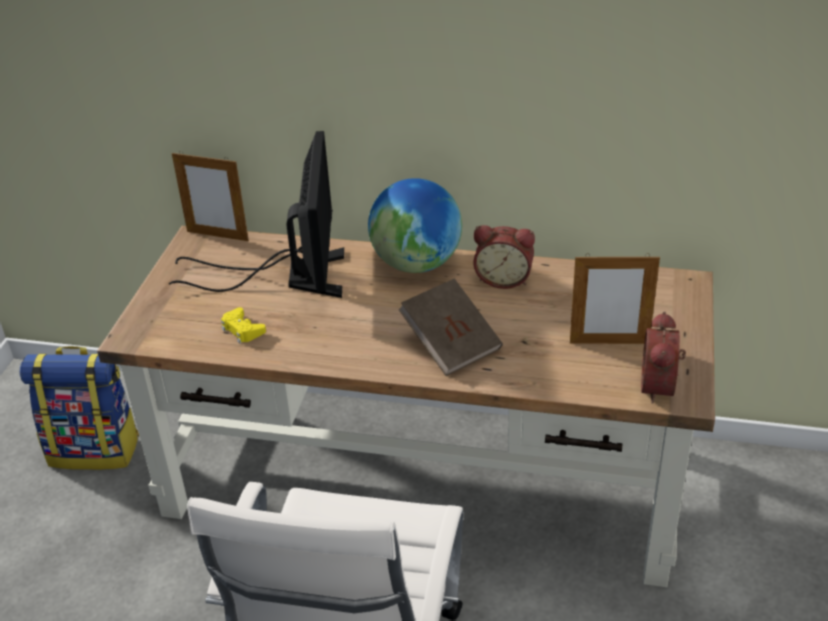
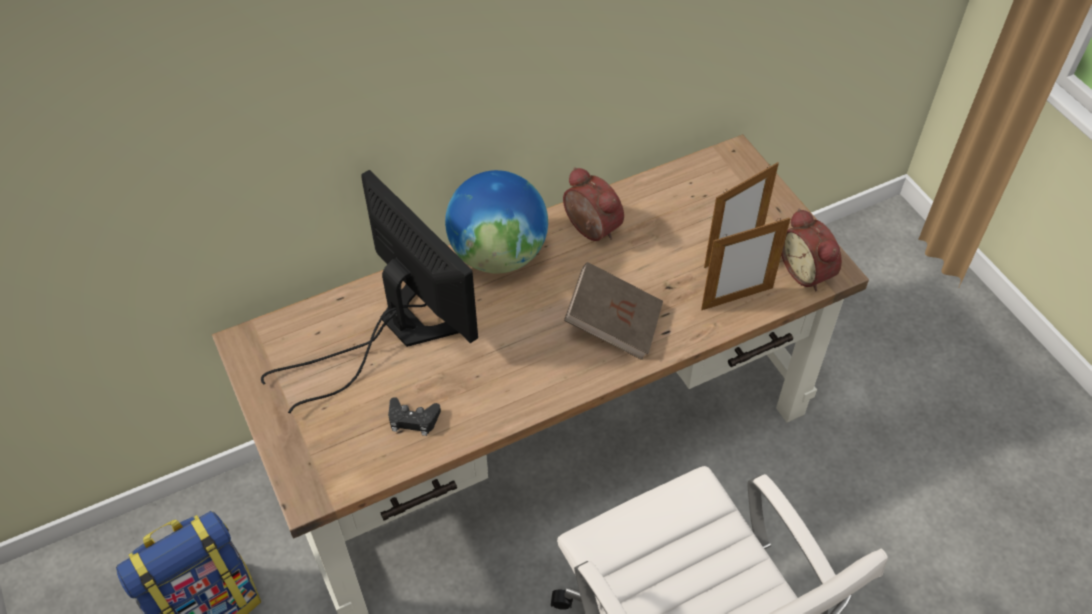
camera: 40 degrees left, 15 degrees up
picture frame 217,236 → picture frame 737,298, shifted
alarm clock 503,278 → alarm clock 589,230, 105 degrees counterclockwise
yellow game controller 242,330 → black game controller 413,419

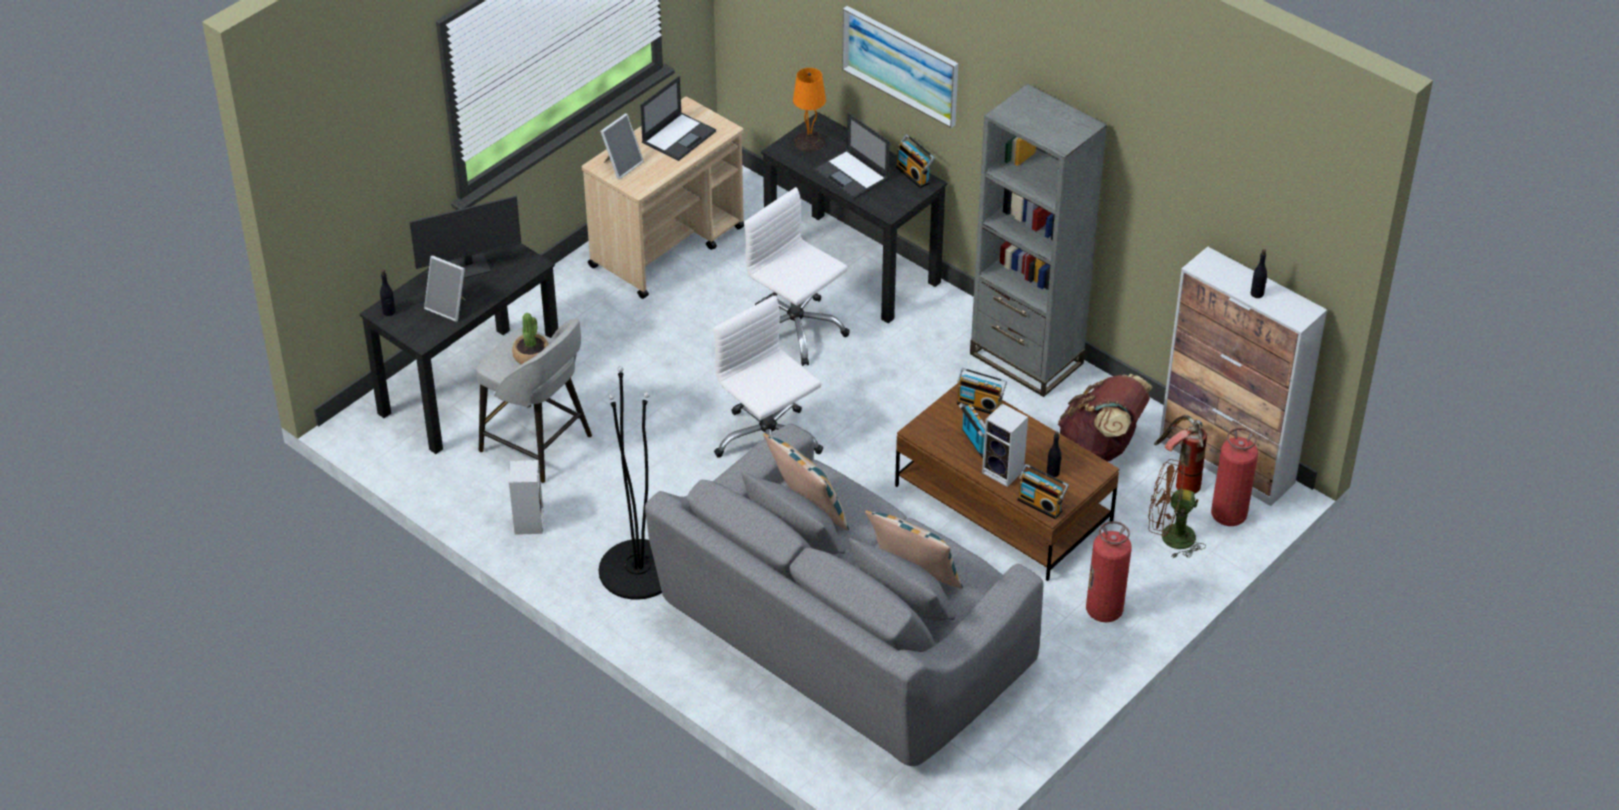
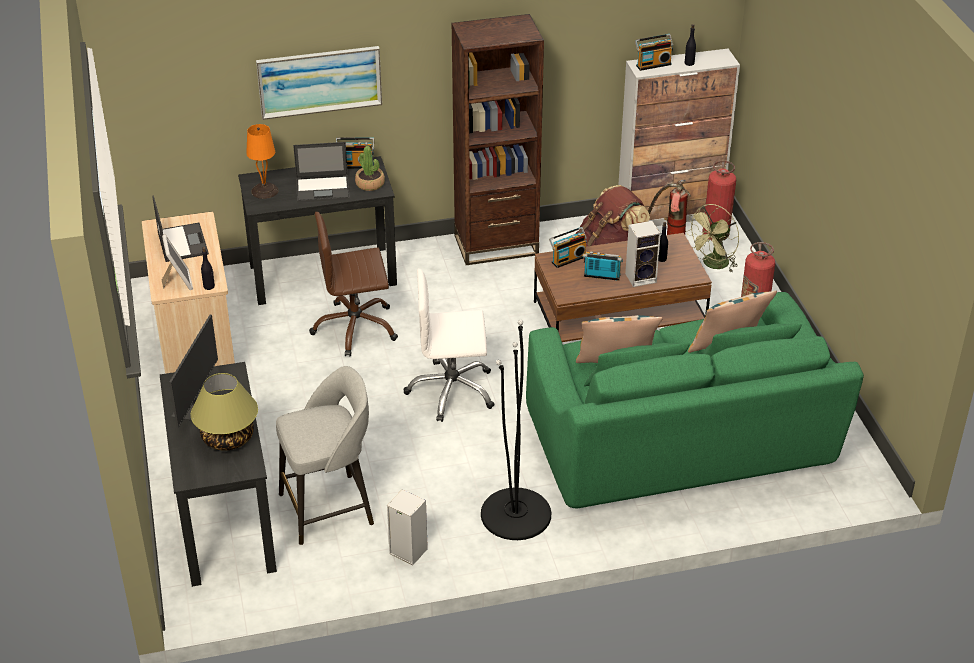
camera: 55 degrees left, 5 degrees down
grey bookcase 1026,359 → brown bookcase 496,245
white office chair 794,330 → brown office chair 355,328
picture frame 448,307 → table lamp 228,438
black bottle 389,312 → black bottle 209,286, shifted
potted plant 531,356 → potted plant 370,184, shifted
grey sofa 843,640 → green sofa 679,444
brown fan 1169,537 → green fan 713,265
radio 1041,504 → radio 653,64, shifted

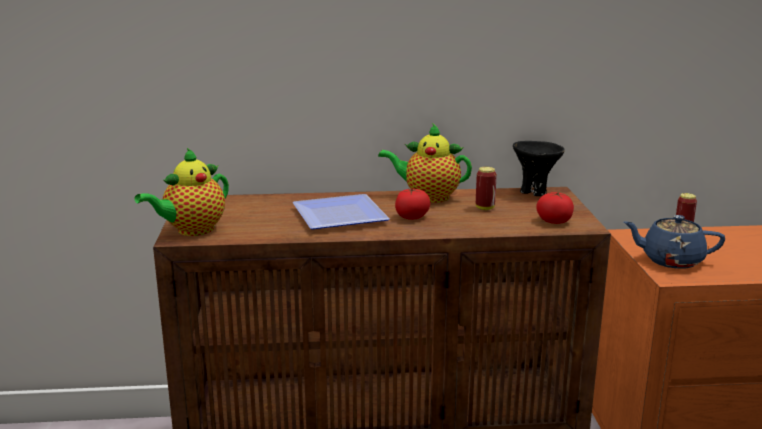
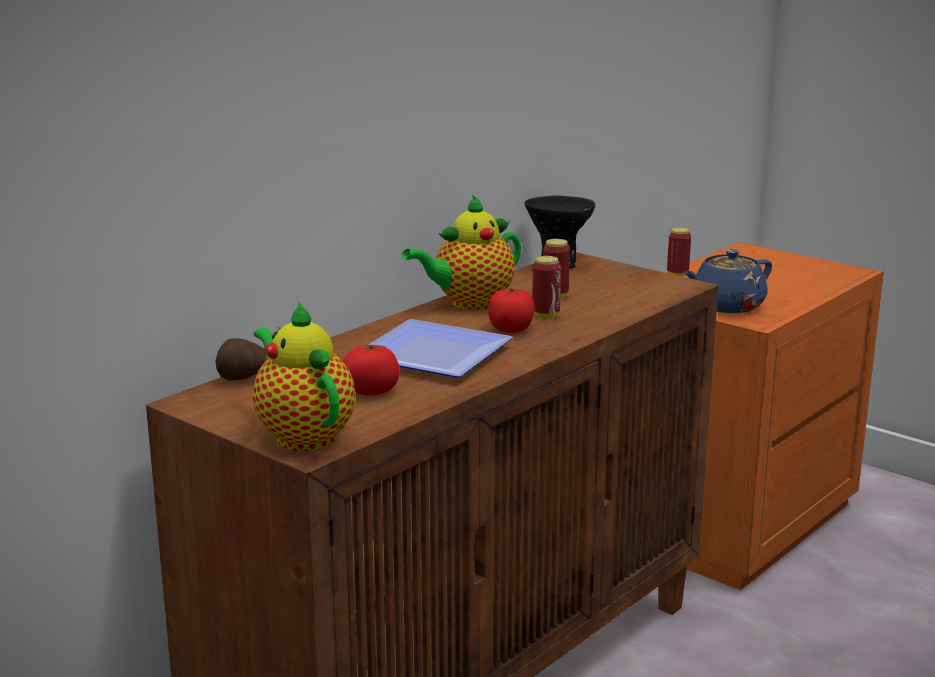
camera: 45 degrees left, 0 degrees up
teapot 191,230 → teapot 302,435, 150 degrees clockwise
tomato 554,221 → tomato 371,391, shifted
- → can 545,315
- → potato 243,378

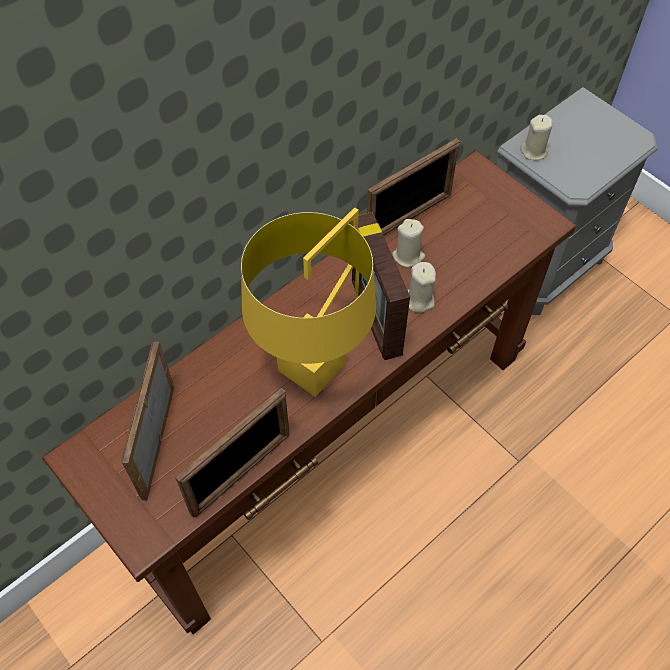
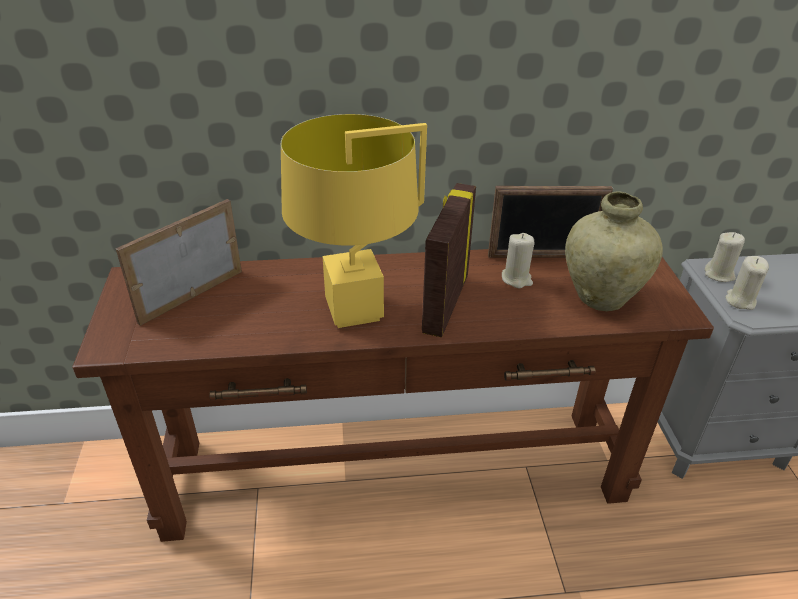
camera: 35 degrees right, 20 degrees down
beige candle 418,300 → beige candle 740,301, shifted
picture frame 241,473 → -
- → beige vase 601,297

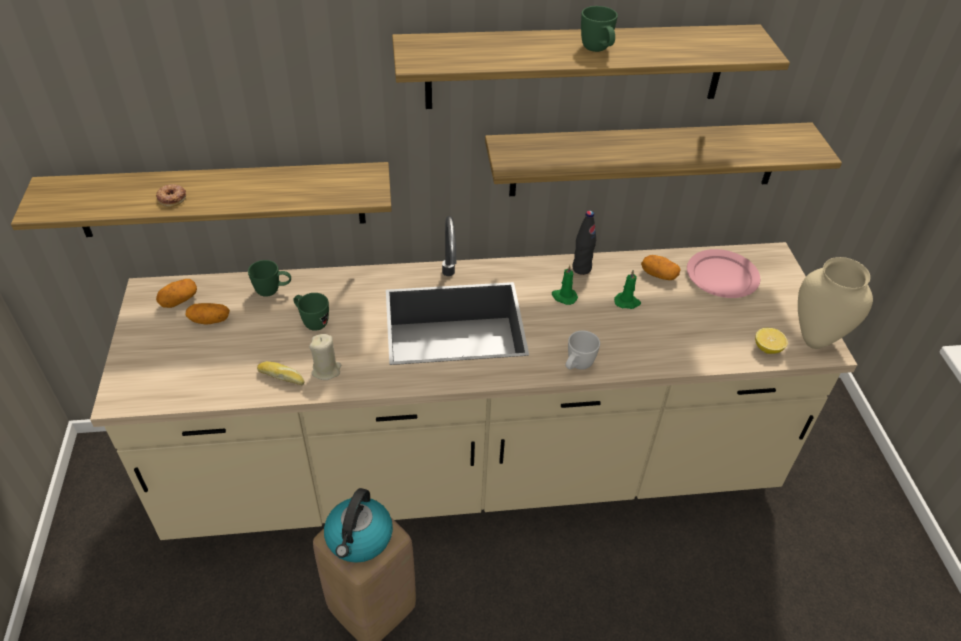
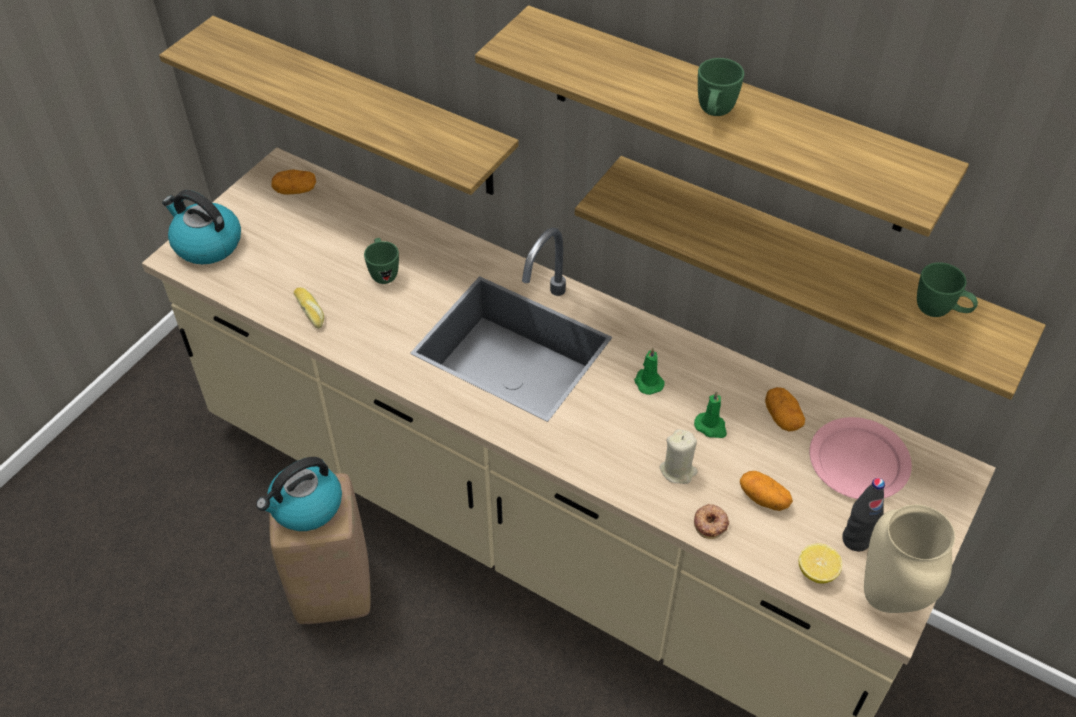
camera: 40 degrees right, 5 degrees up
donut 172,198 → donut 710,523, shifted
black bottle 581,268 → black bottle 856,540, shifted
green mug 273,291 → green mug 940,312, shifted
potato 210,320 → potato 763,498, shifted
white mug 577,366 → -
beige candle 326,370 → beige candle 678,470, shifted
- → kettle 206,244

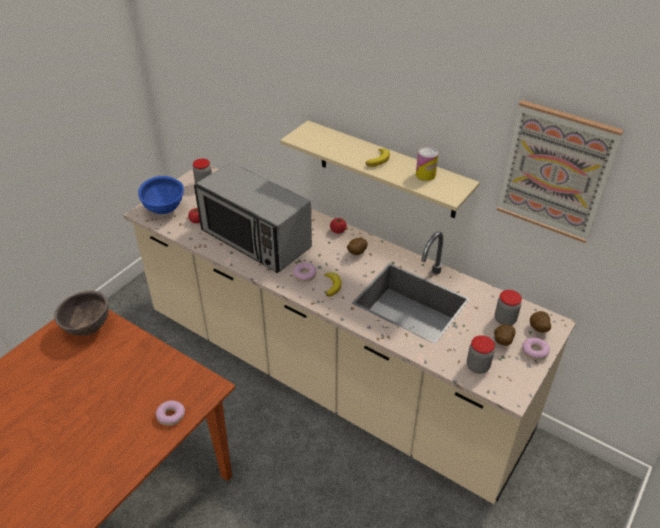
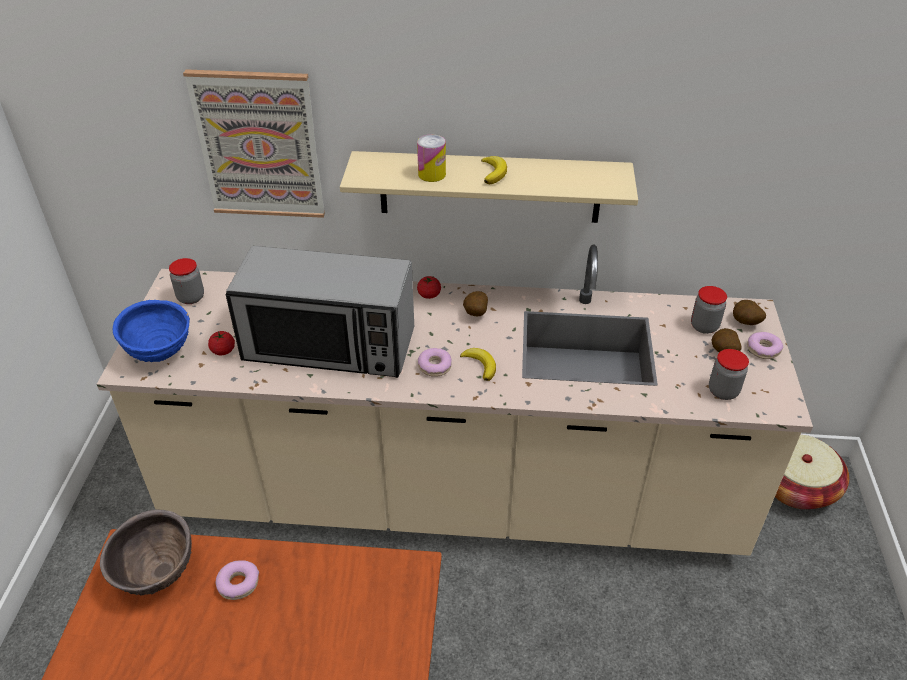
camera: 30 degrees left, 0 degrees up
picture 555,172 → picture 259,145, shifted
can 425,175 → can 432,174, shifted
donut 171,416 → donut 238,584, shifted
- → basket 795,486

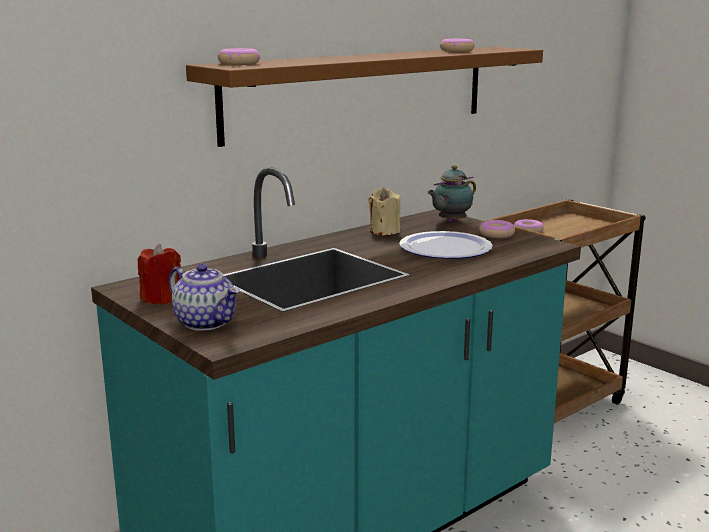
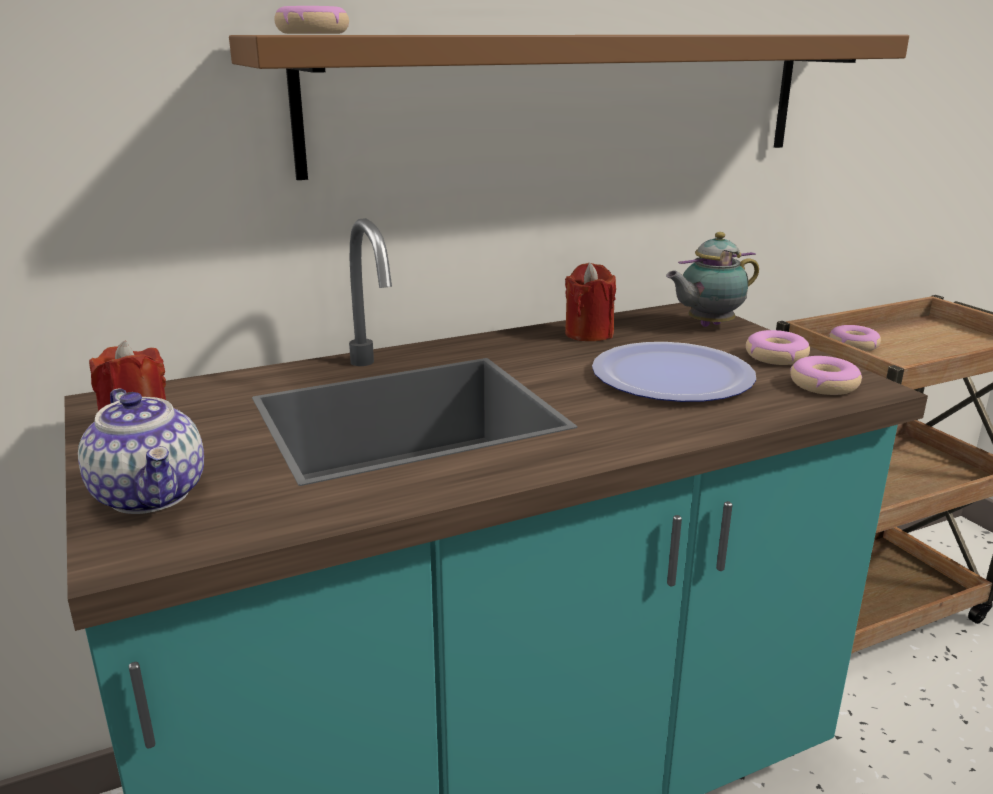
camera: 15 degrees right, 5 degrees up
donut 457,51 → donut 824,385, shifted
beige candle 384,231 → red candle 589,334

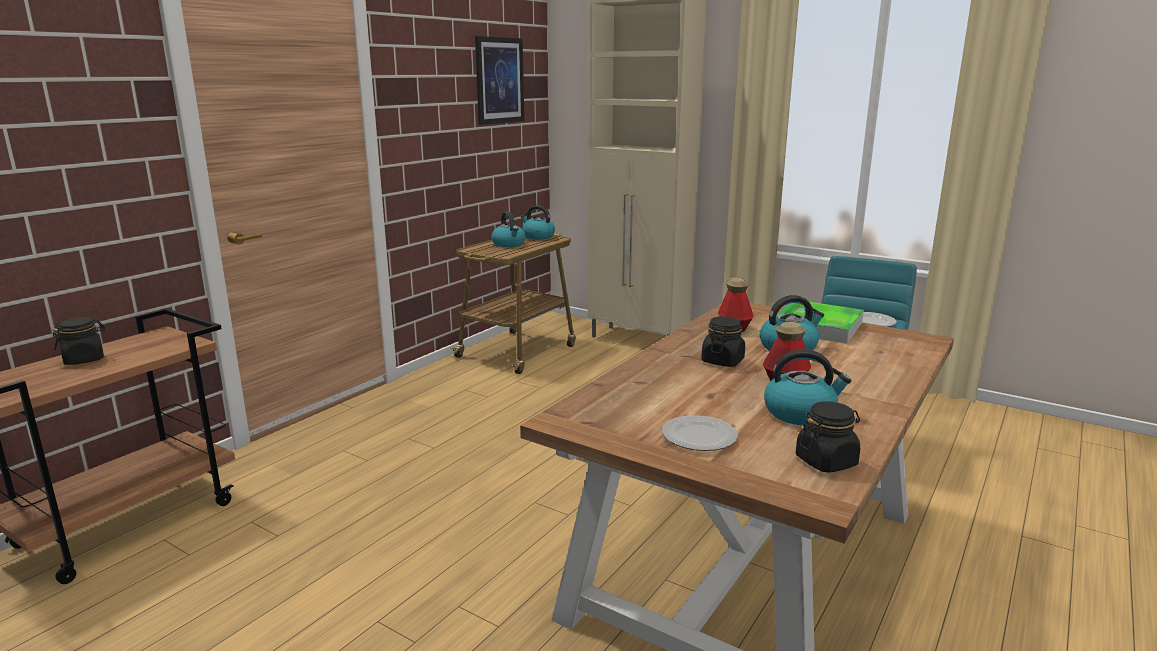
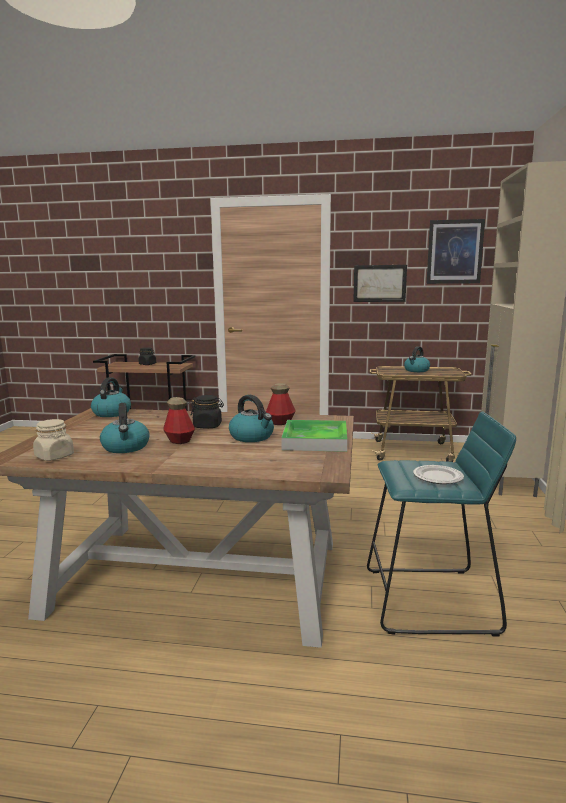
camera: 65 degrees right, 5 degrees down
kettle 538,236 → kettle 112,413, shifted
black jar 826,461 → beige jar 54,456
plate 700,437 → -
- → picture 379,283

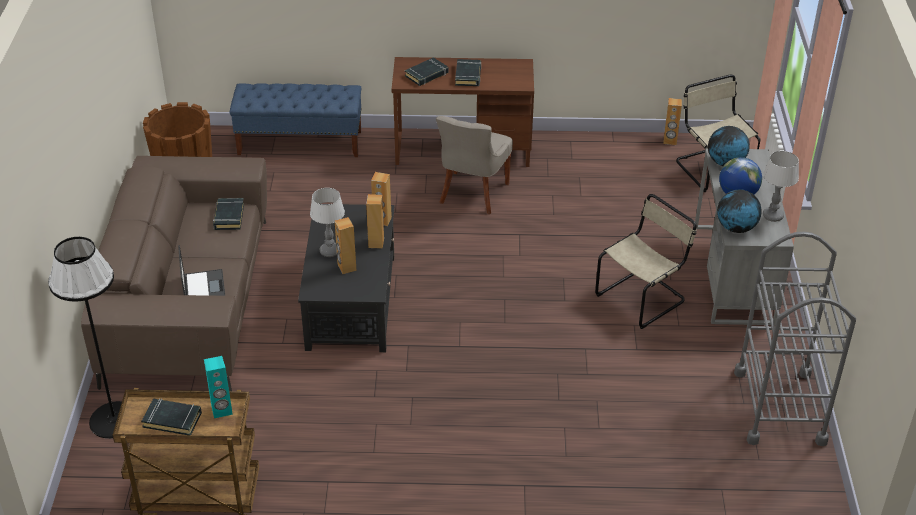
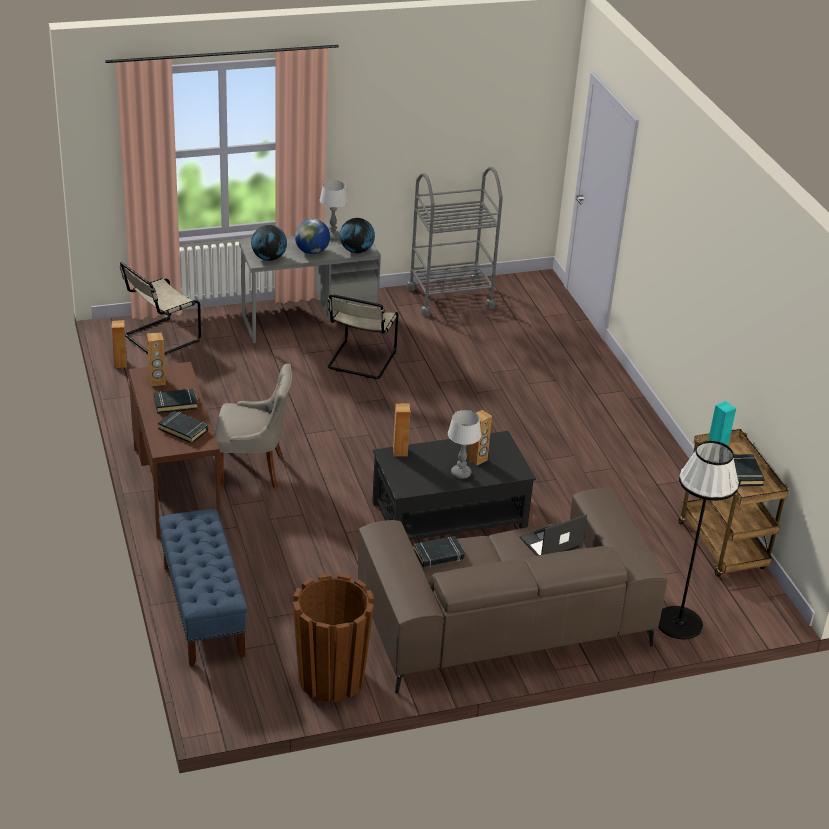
camera: 110 degrees left, 5 degrees down
brown speaker 376,243 → brown speaker 157,381, shifted
beige chair 642,297 → beige chair 360,361, 105 degrees counterclockwise

